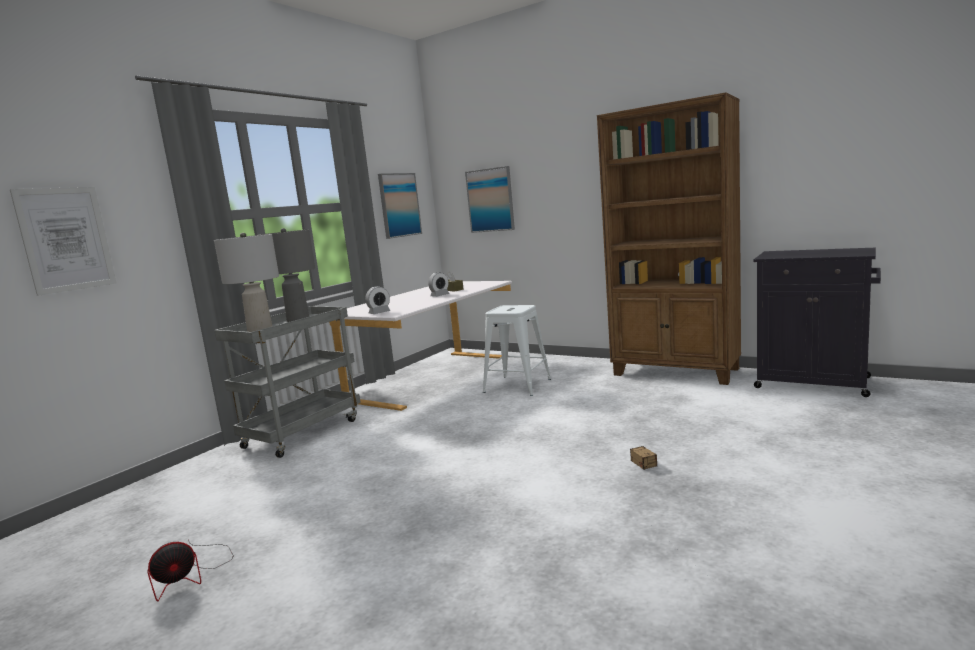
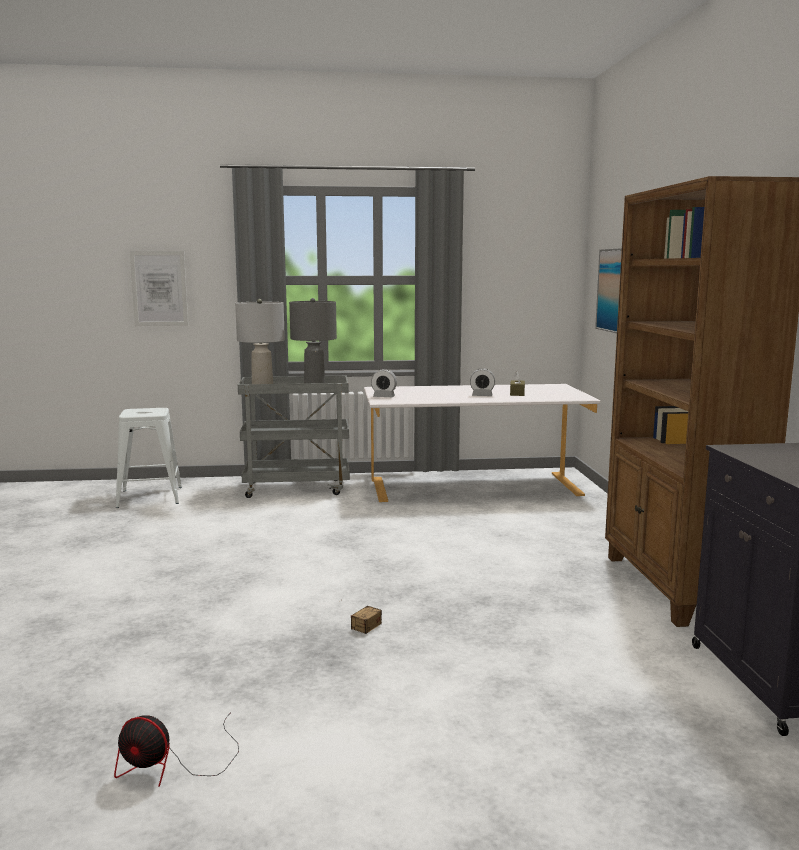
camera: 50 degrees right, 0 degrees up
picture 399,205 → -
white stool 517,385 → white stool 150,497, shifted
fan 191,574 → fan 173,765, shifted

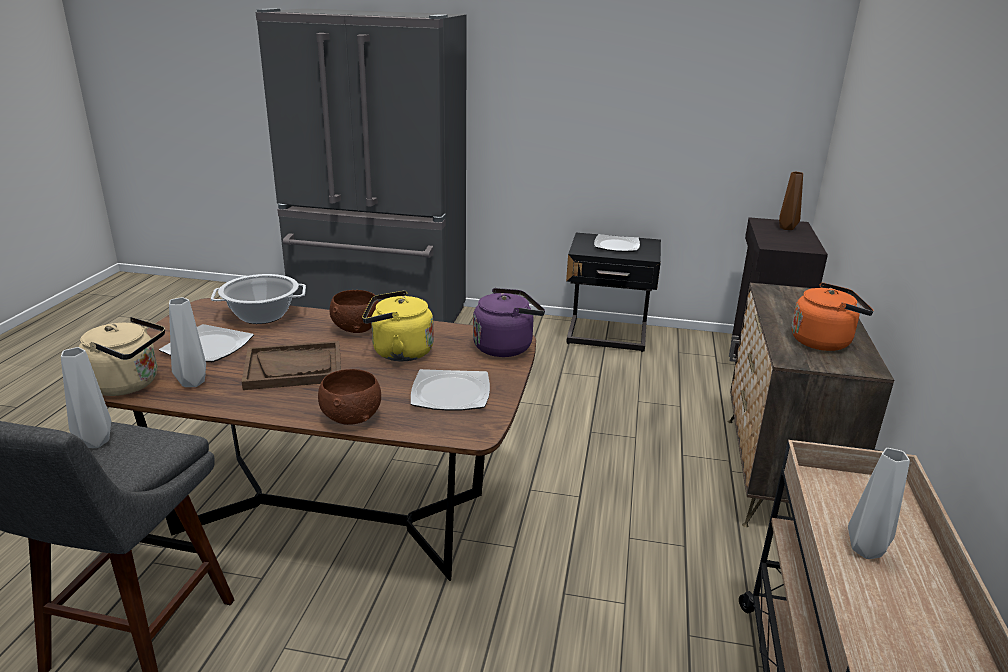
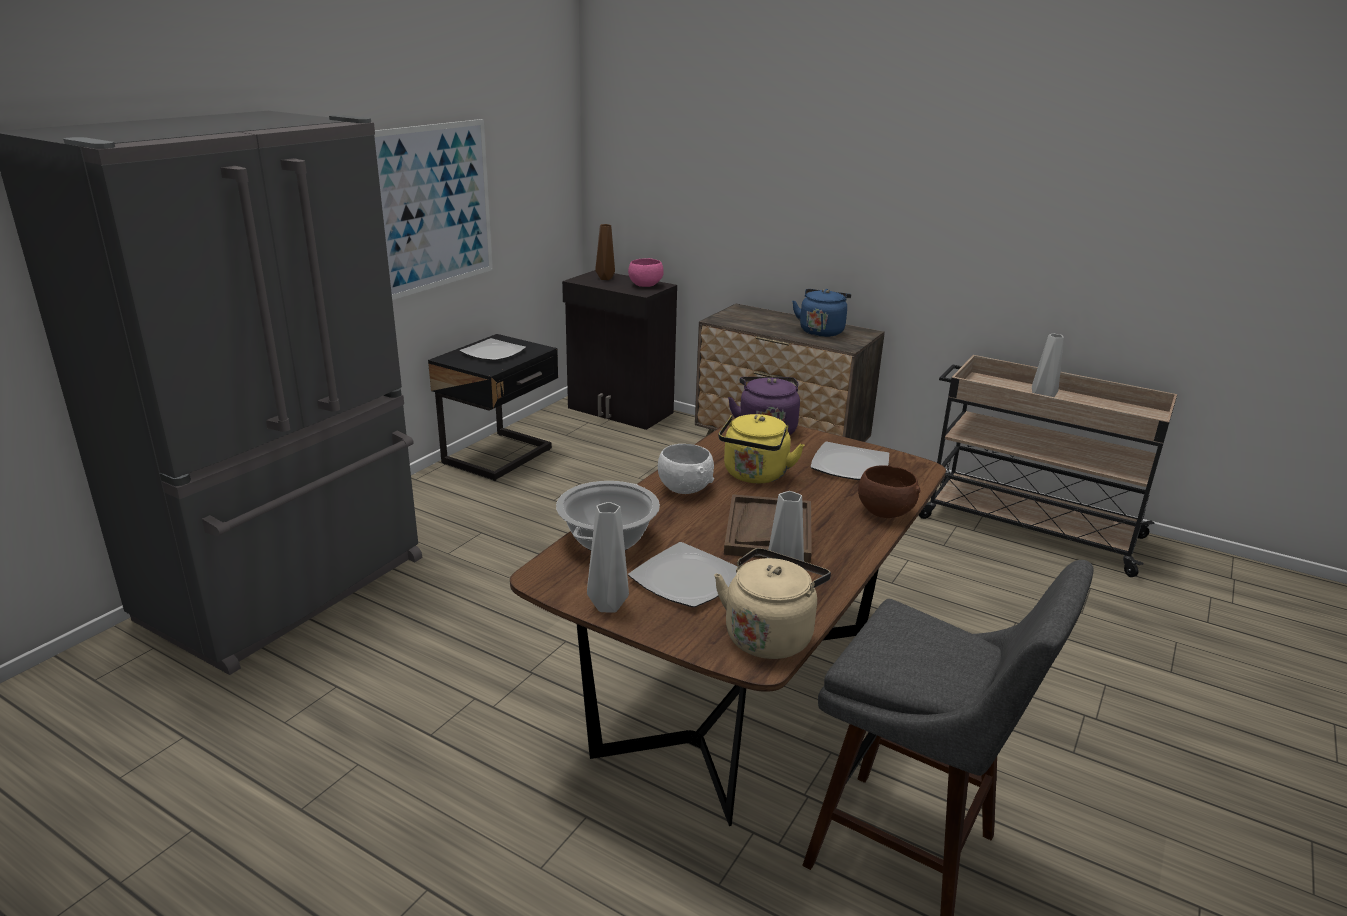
camera: 70 degrees left, 0 degrees up
orange kettle 824,341 → blue kettle 821,331
brown bowl 357,328 → white bowl 684,488
grey vase 93,442 → grey vase 608,607, shifted
- → picture 433,207
- → pink bowl 645,285

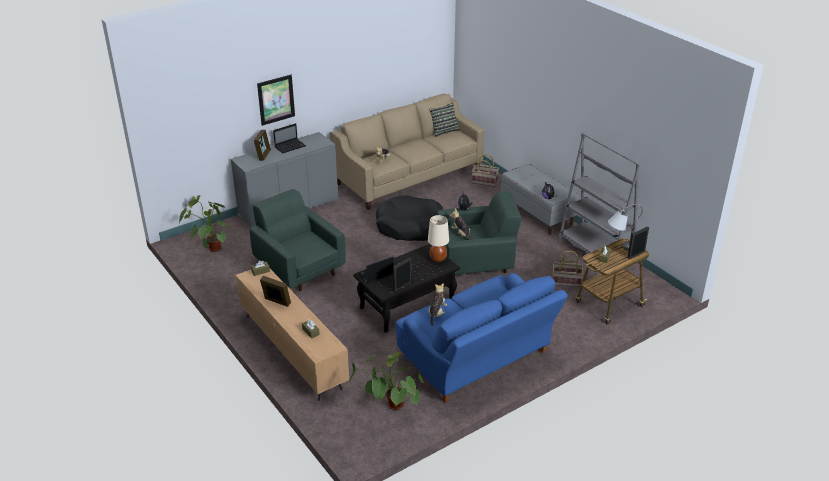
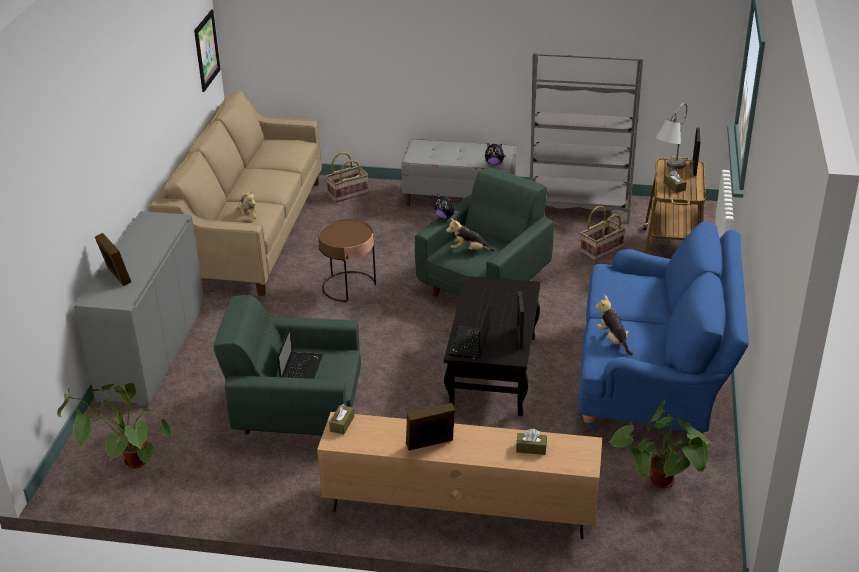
camera: 45 degrees left, 0 degrees up
picture 276,99 → picture 206,50, shifted
pillow 444,131 → -
laptop 290,146 → laptop 301,368, shifted
black dog bed 410,227 → brown side table 349,286
beige table lamp 438,259 → -

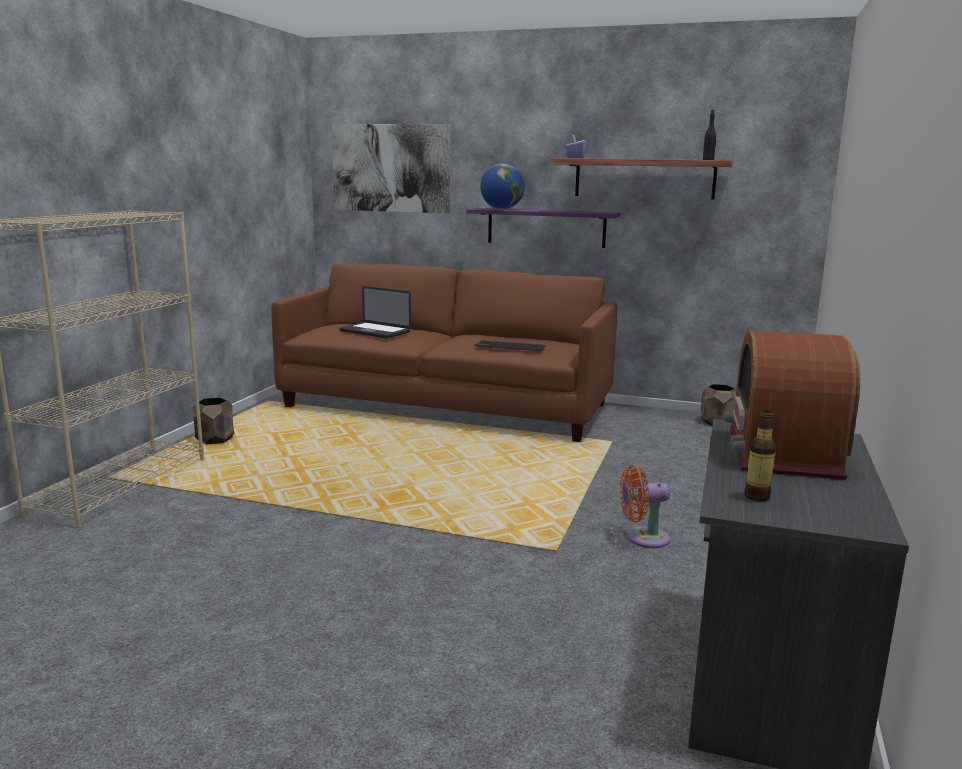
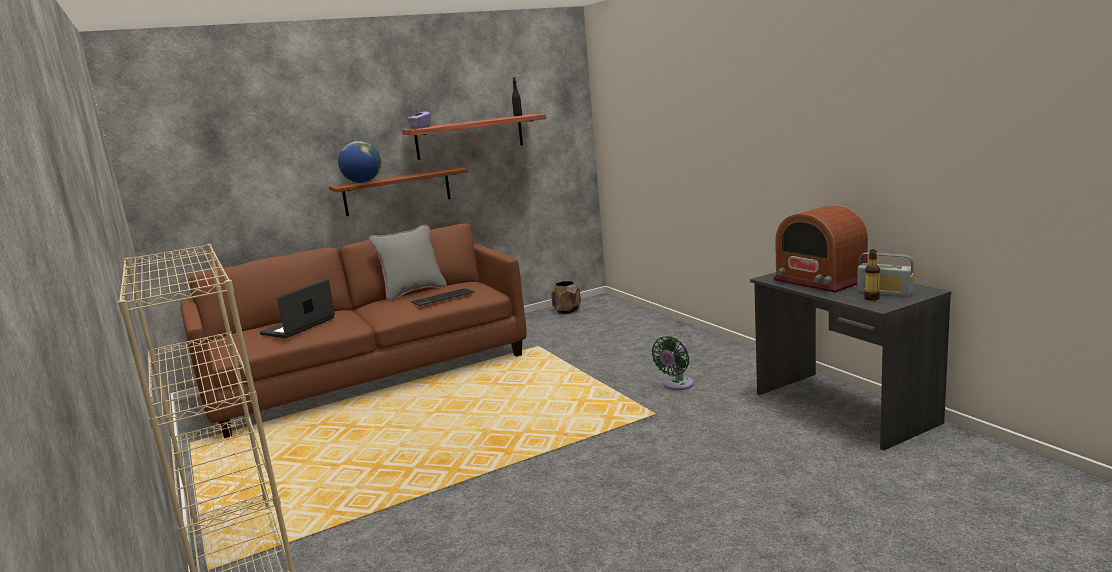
camera: 45 degrees left, 0 degrees up
picture 390,168 → -
purple shelf 546,227 → brown shelf 397,191
laptop 375,331 → laptop 298,326, 135 degrees clockwise
brown planter 215,440 → -
orange fan 643,538 → green fan 676,385
- → grey pillow 413,292
- → radio 884,292

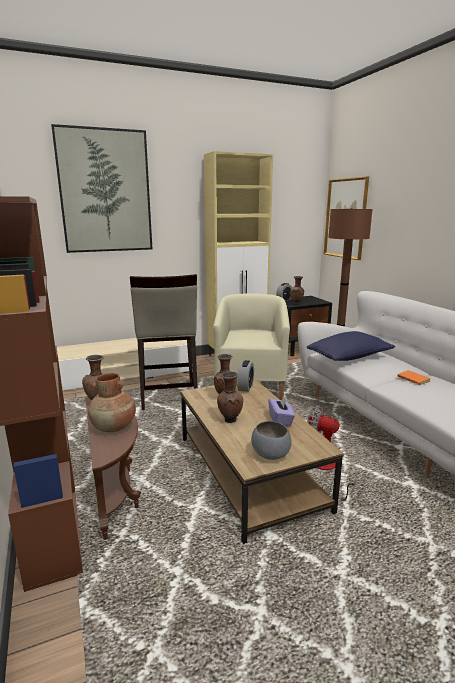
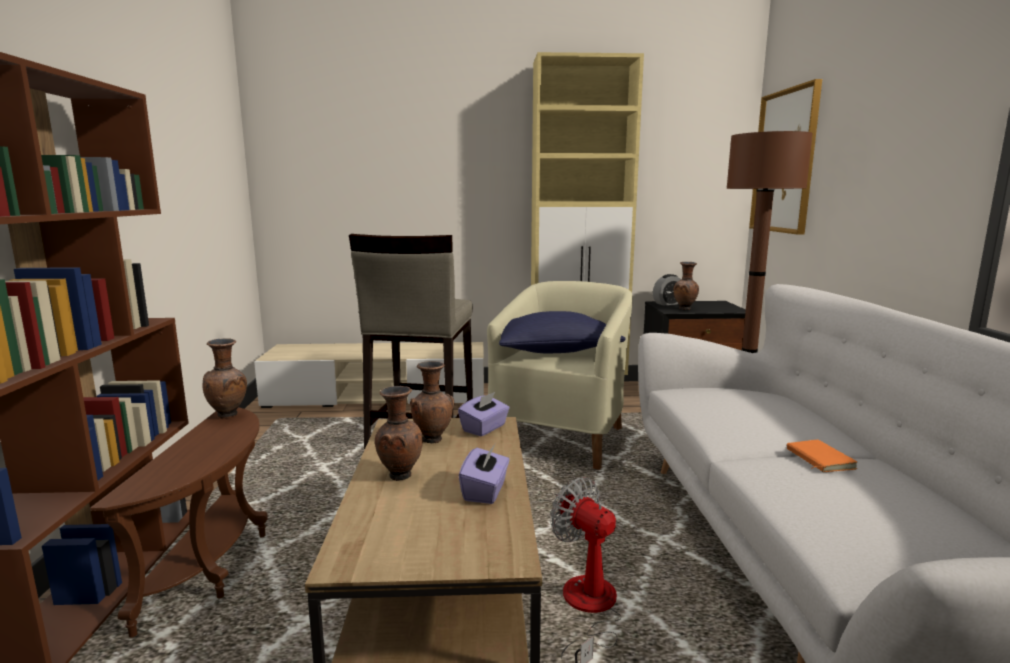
camera: 20 degrees right, 5 degrees down
picture 105,192 → -
blue pillow 349,358 → blue pillow 555,352, shifted
alarm clock 245,387 → purple tissue box 484,428
brown vase 114,427 → -
grey bowl 270,454 → -

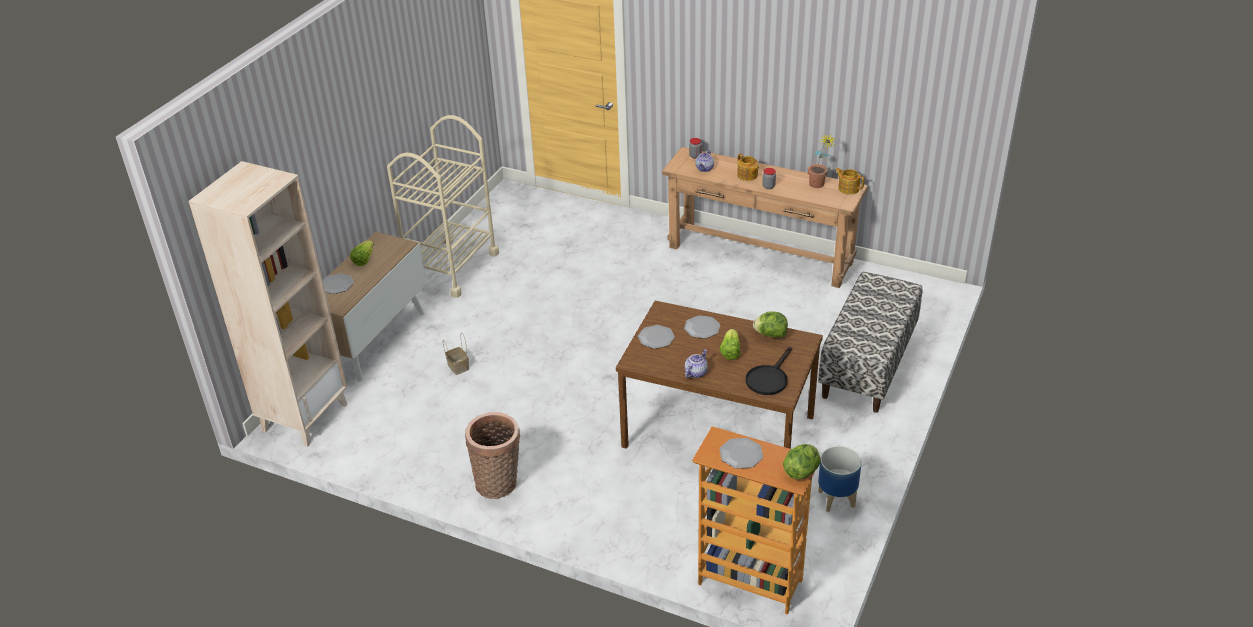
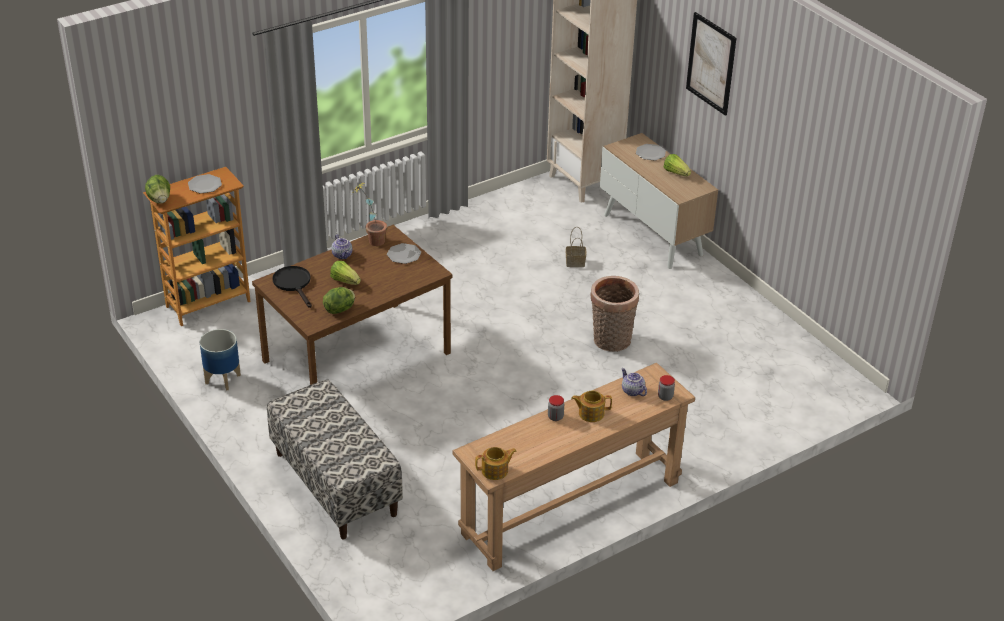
camera: 120 degrees right, 0 degrees up
beige cart 452,267 → -
potted plant 818,186 → potted plant 371,240, shifted
plate 702,328 → -
basket 499,483 → basket 611,342, shifted
- → picture 711,63

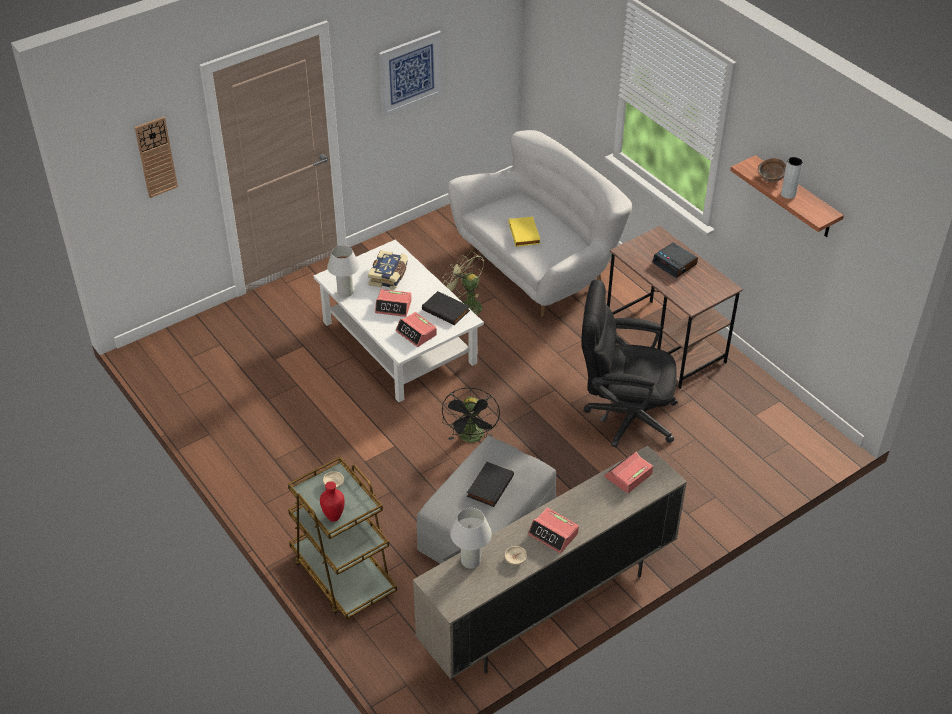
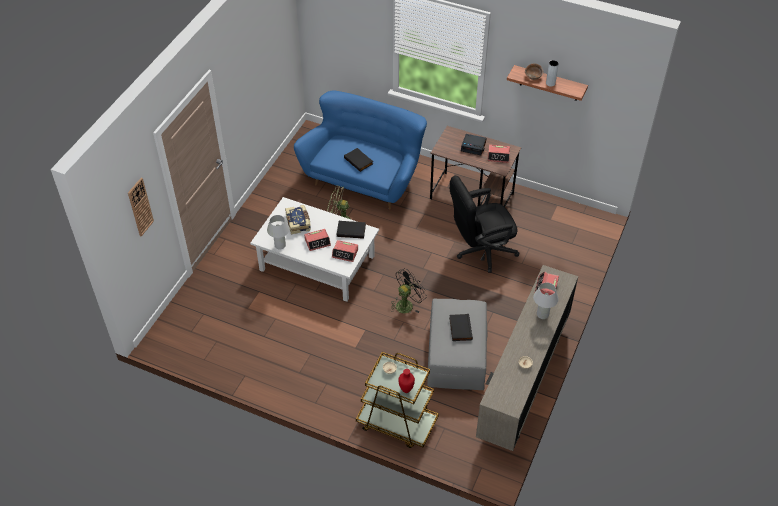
camera: 30 degrees left, 5 degrees up
picture 410,73 → -
white sofa 539,267 → blue sofa 364,178
yellow book 525,233 → black book 359,161
black fan 472,438 → black fan 406,304, 105 degrees counterclockwise
white table lamp 470,561 → white table lamp 542,314, shifted
alarm clock 553,534 → alarm clock 498,156, shifted

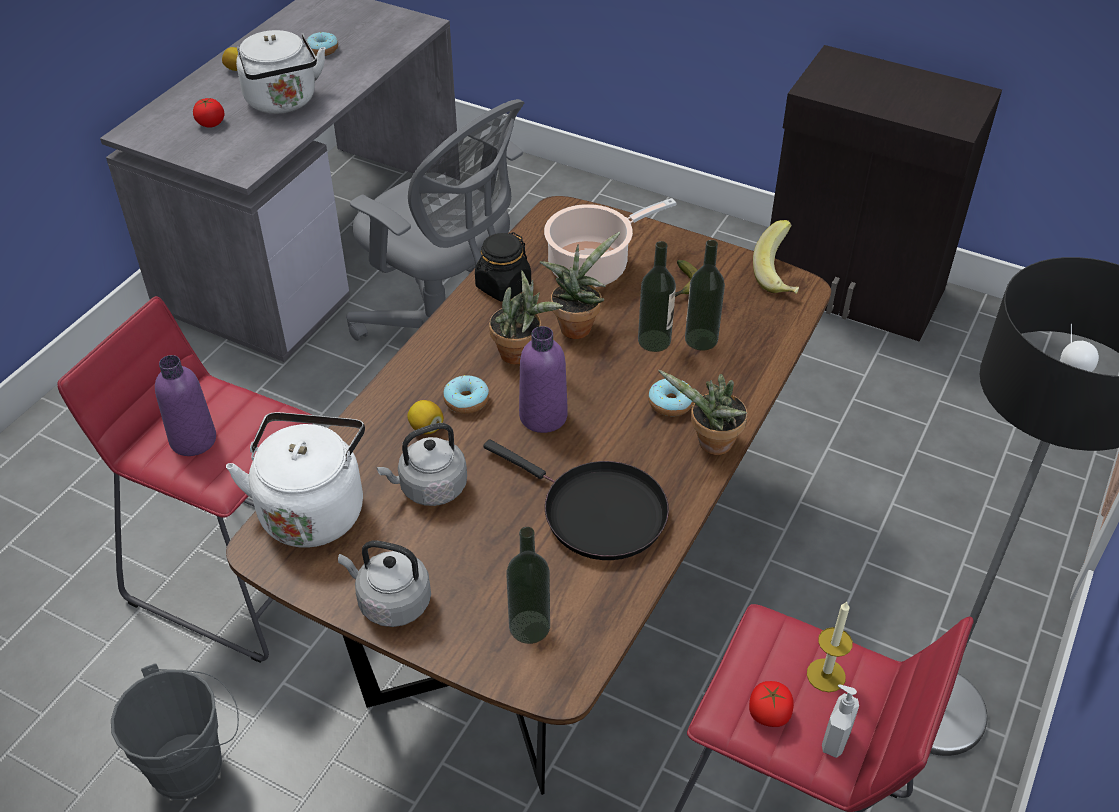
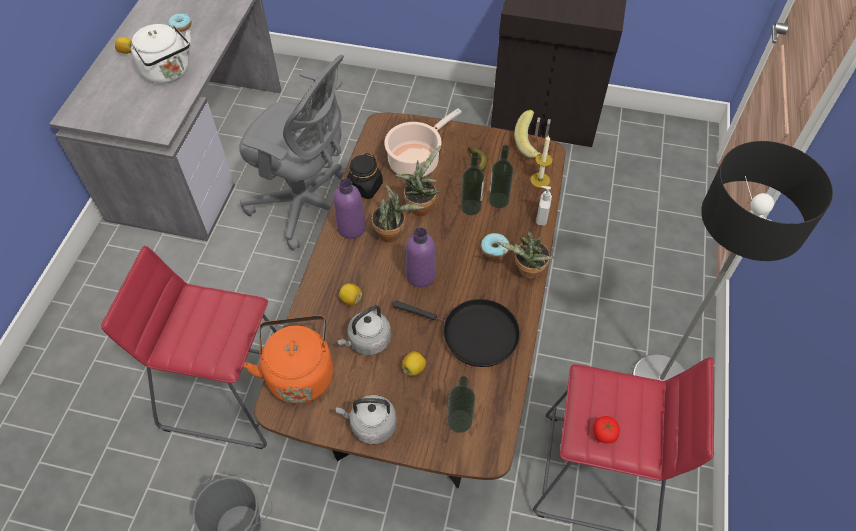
camera: 15 degrees left, 10 degrees up
tomato 211,123 → -
purple bottle 193,440 → purple bottle 351,227, shifted
donut 466,401 → -
white kettle 313,509 → orange kettle 299,373
candle 826,675 → candle 540,180, shifted
soap dispenser 834,740 → soap dispenser 541,218, shifted
- → lemon 414,368

